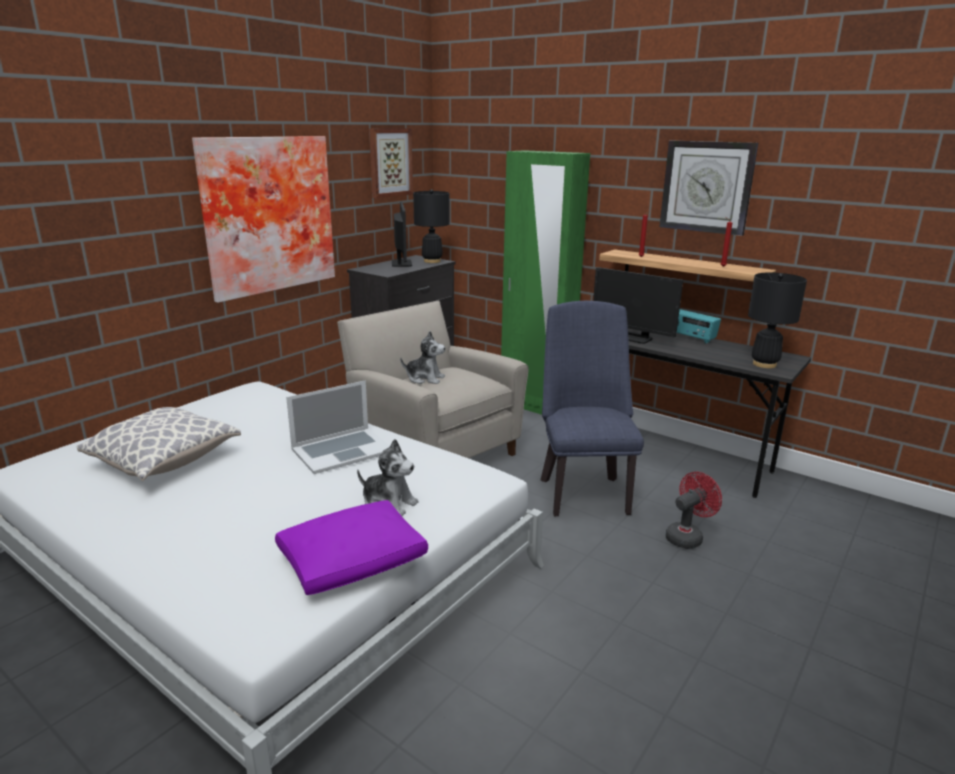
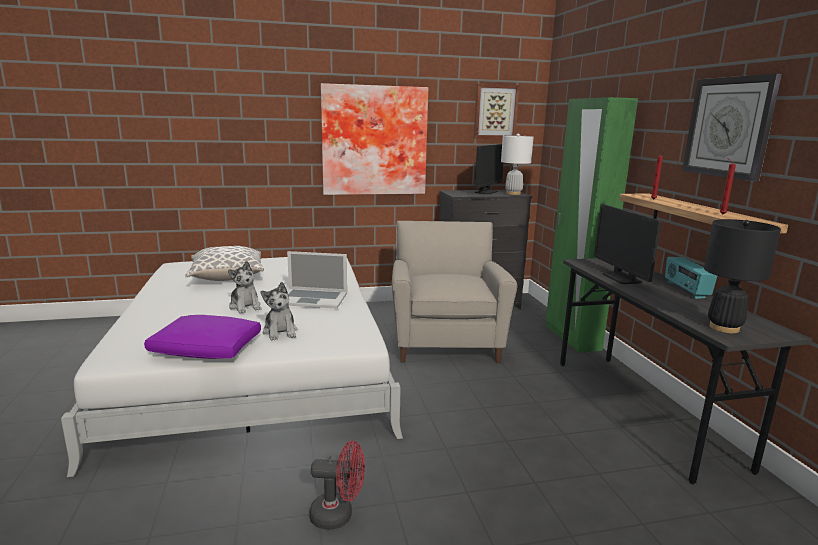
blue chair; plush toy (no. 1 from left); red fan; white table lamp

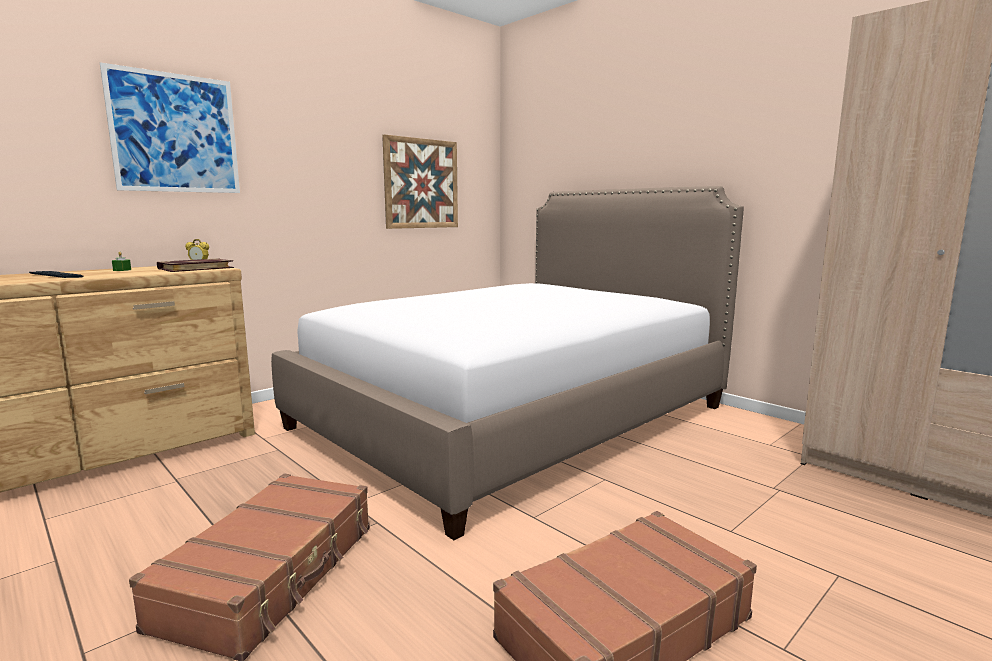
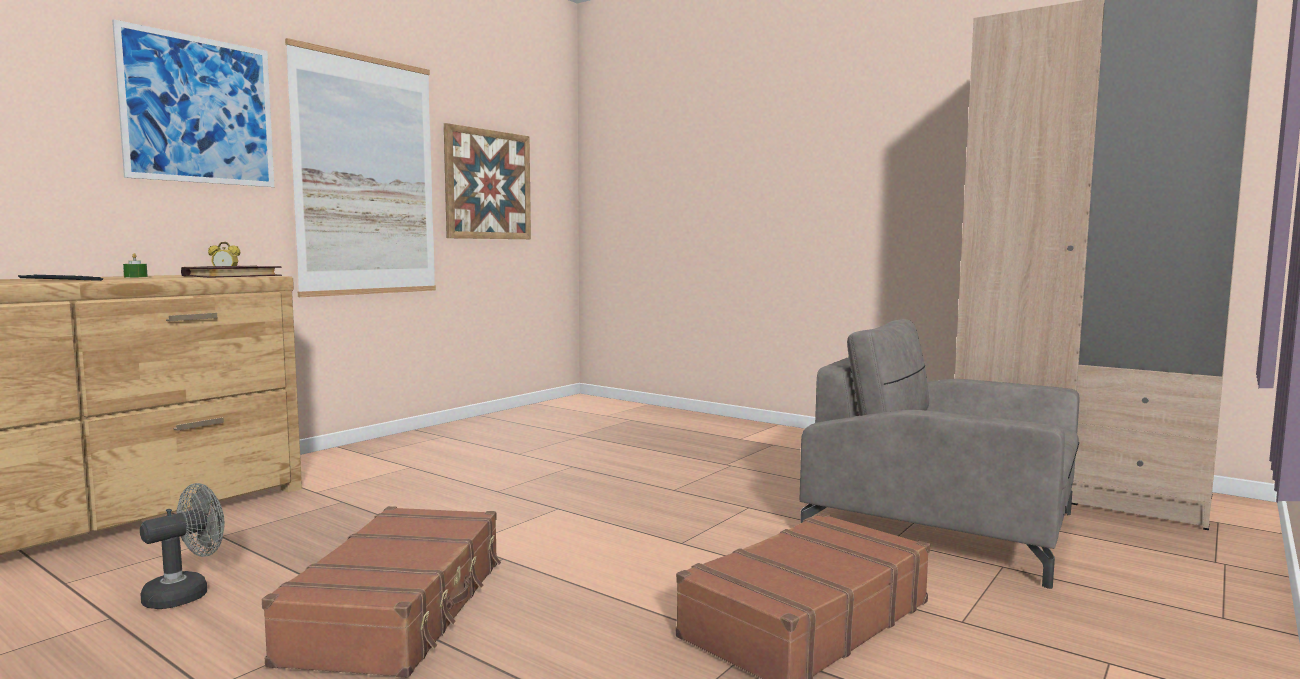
bed; grey fan; picture (no. 2 from left); grey armchair

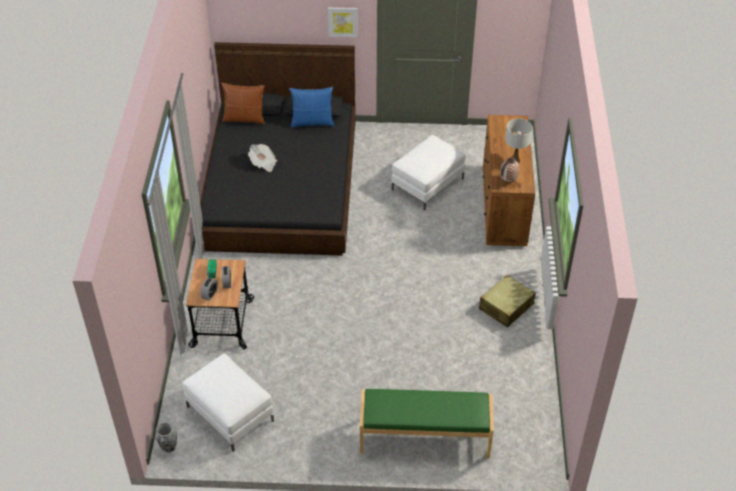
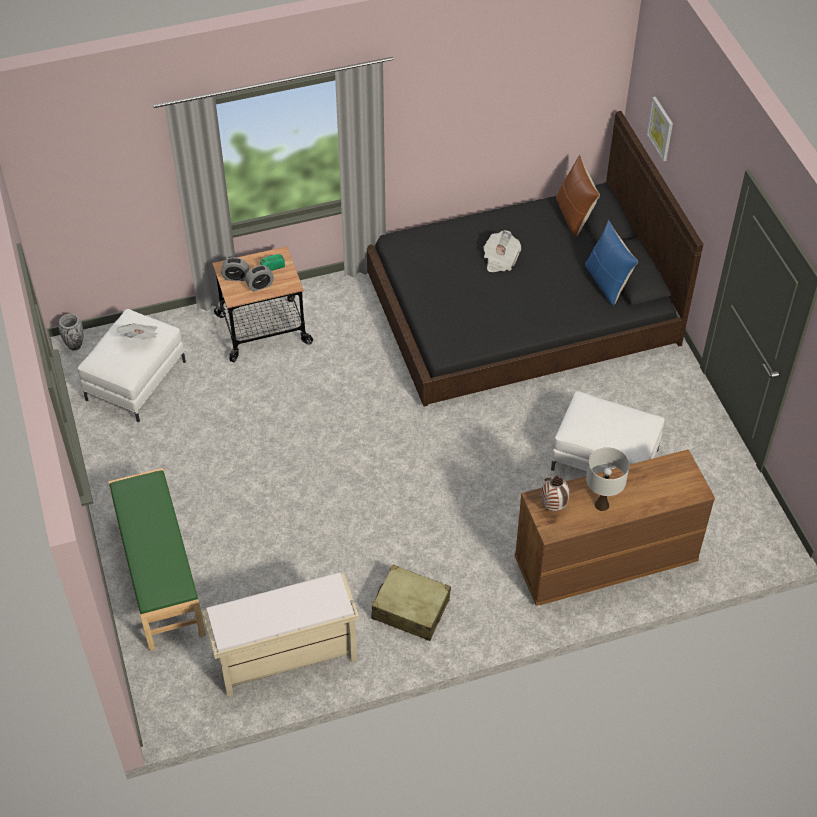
newspaper (no. 1 from left); beige bench; picture

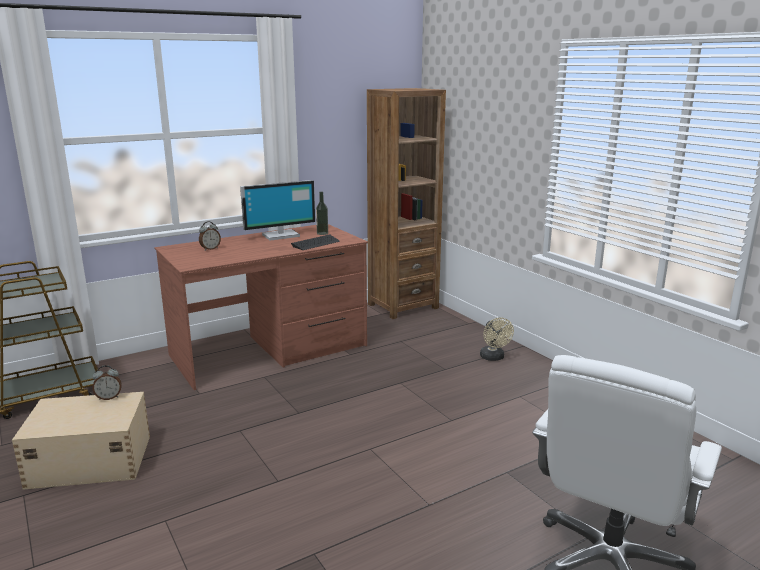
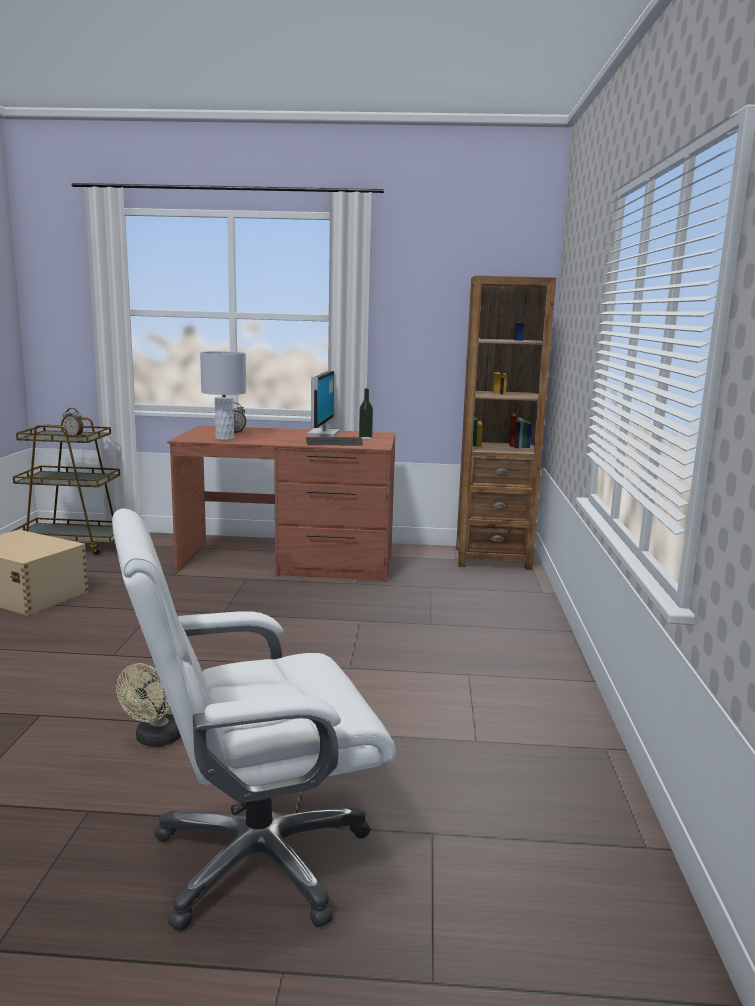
grey table lamp; alarm clock (no. 1 from left); beige fan; monitor

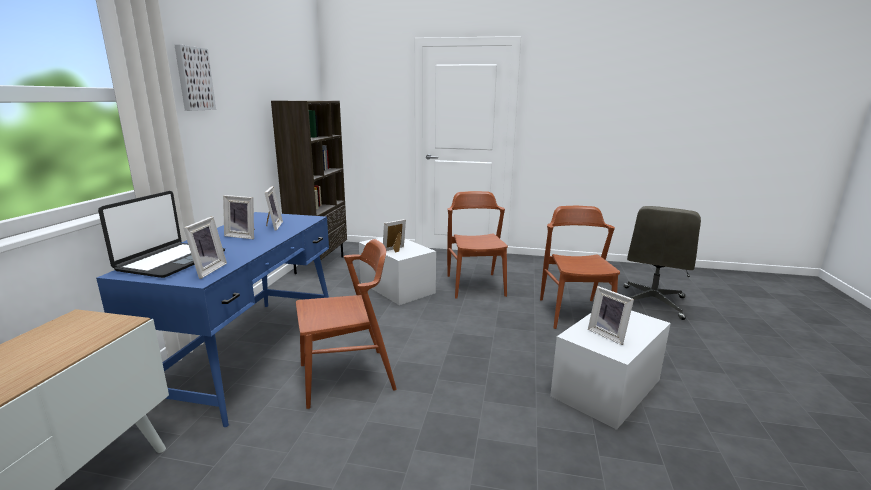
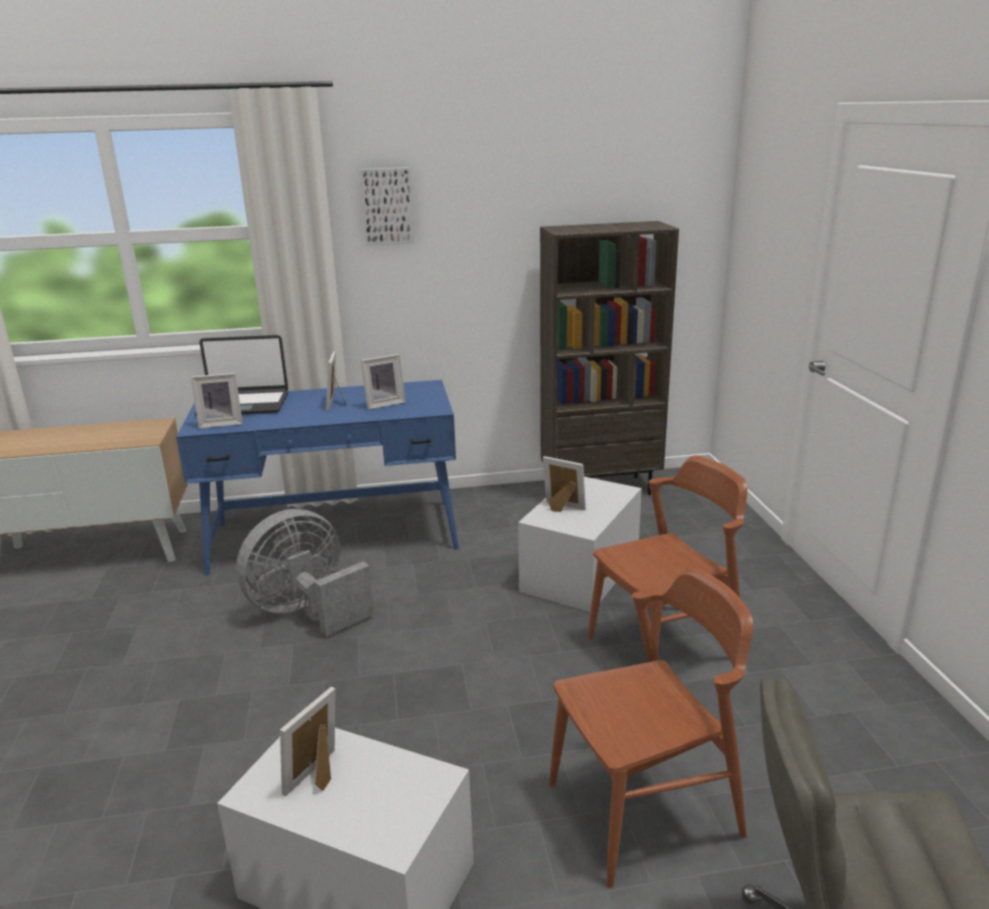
grey fan

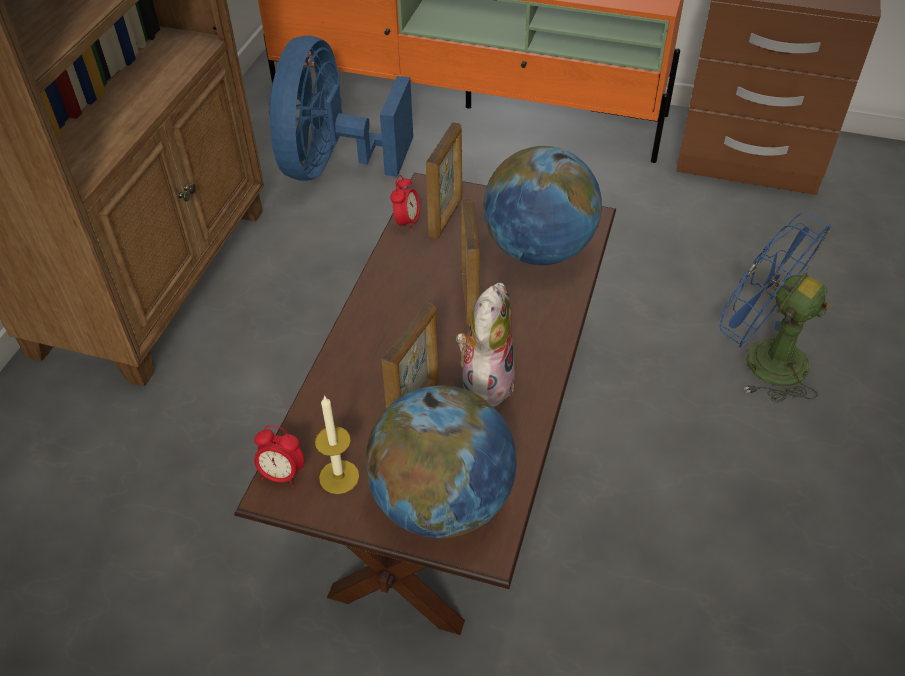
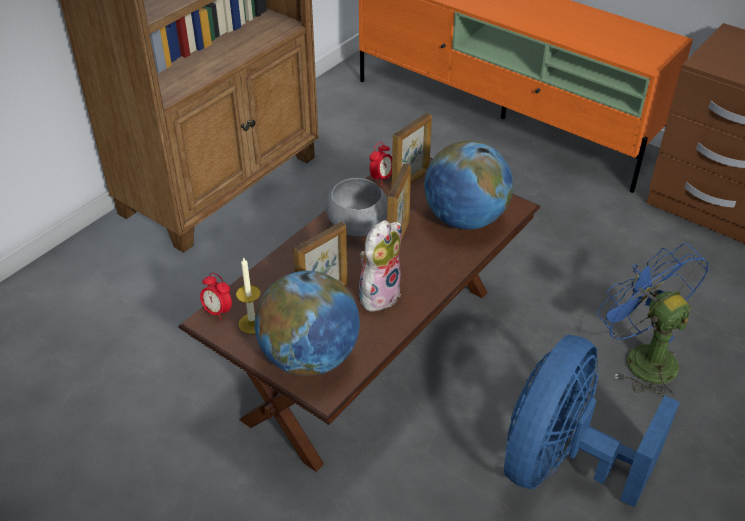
grey bowl; blue fan (no. 1 from left)

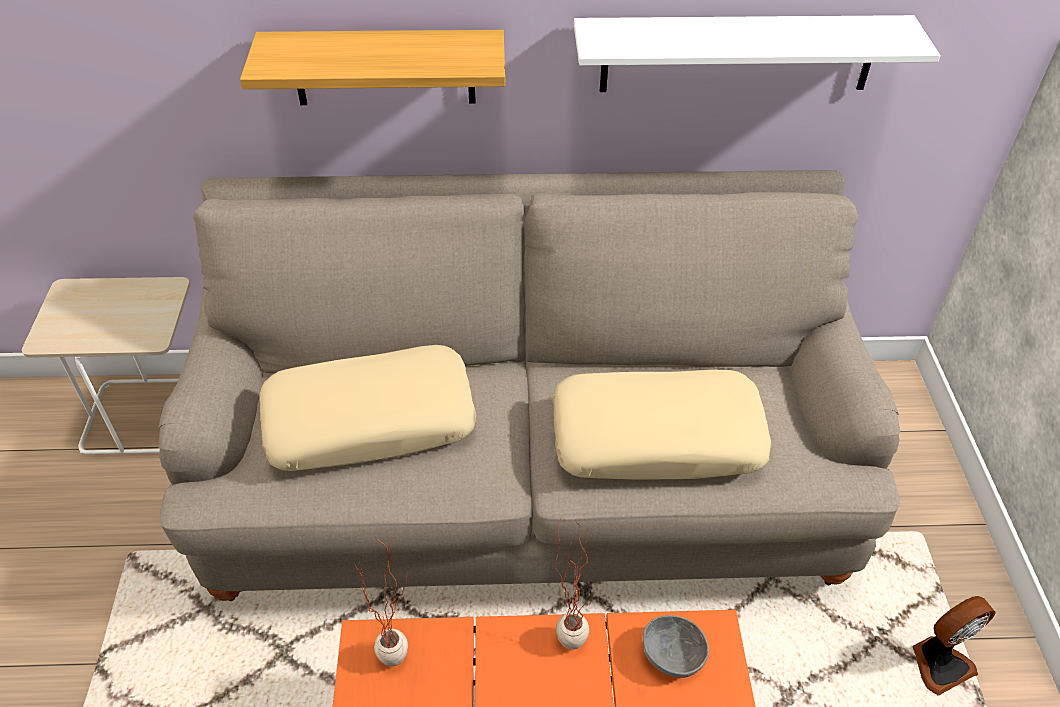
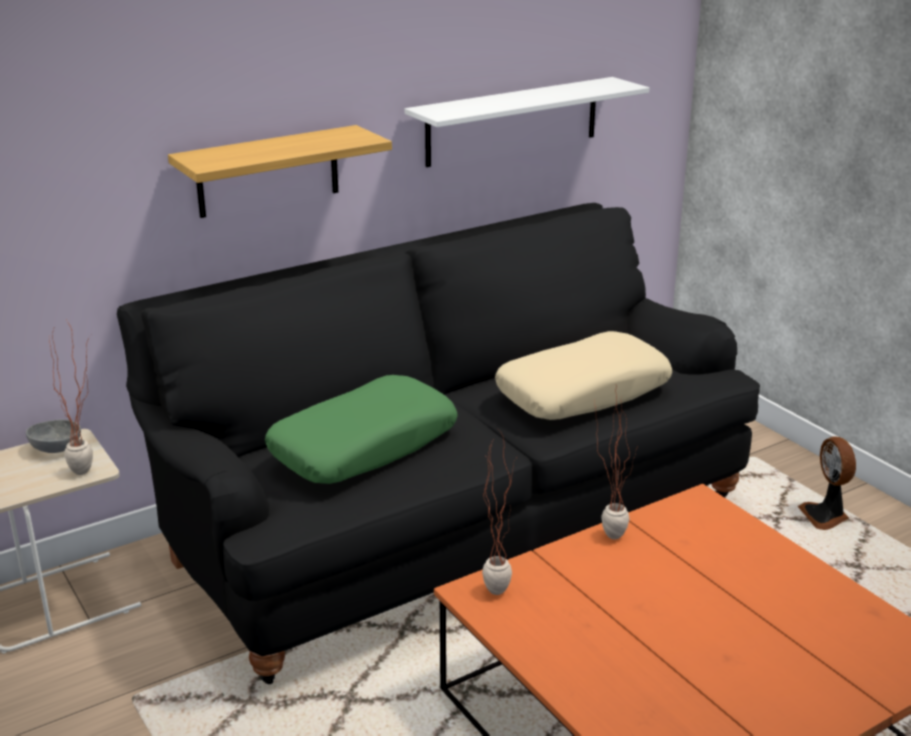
potted plant (no. 1 from left); grey bowl; black sofa; green pillow; fan

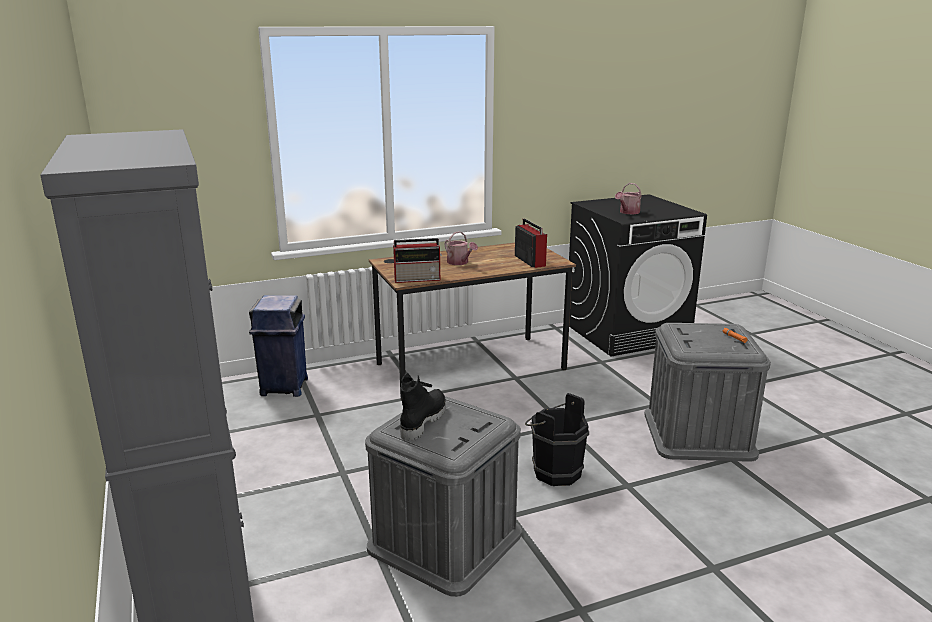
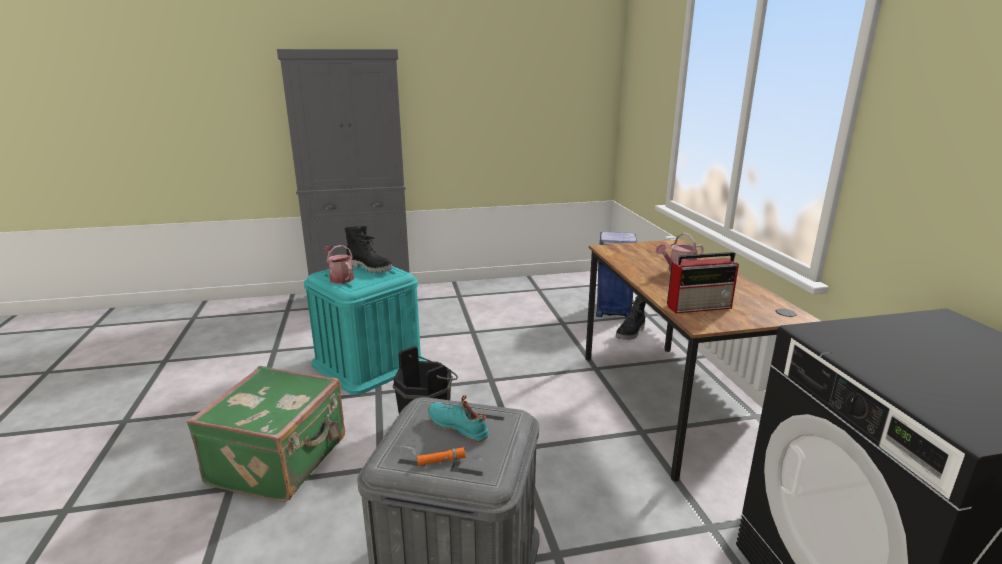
radio (no. 1 from left in the first image); green suitcase; turquoise shoe; black boot (no. 2 from left); watering can (no. 1 from left); turquoise storage box

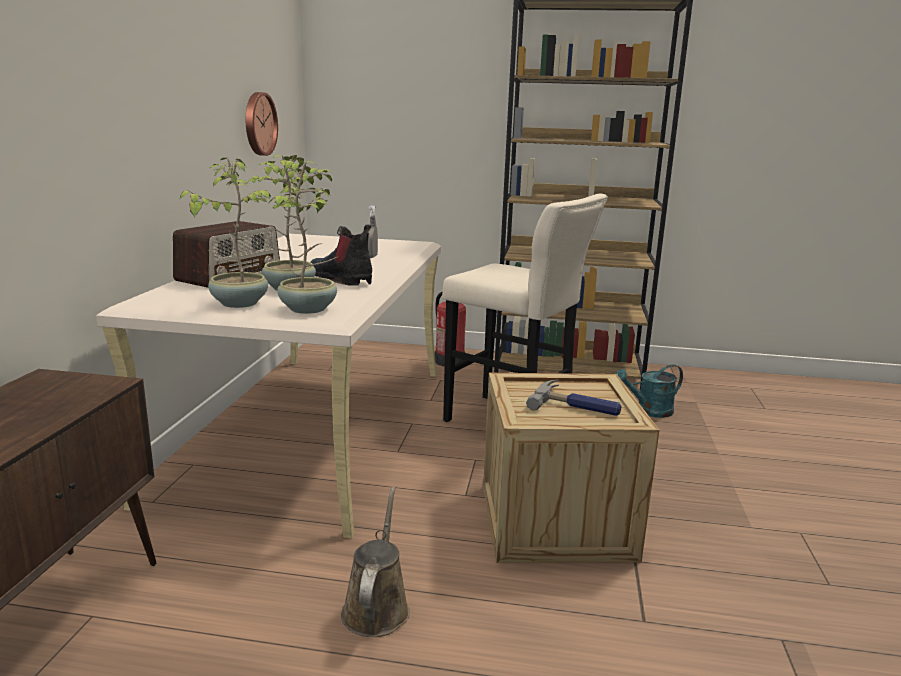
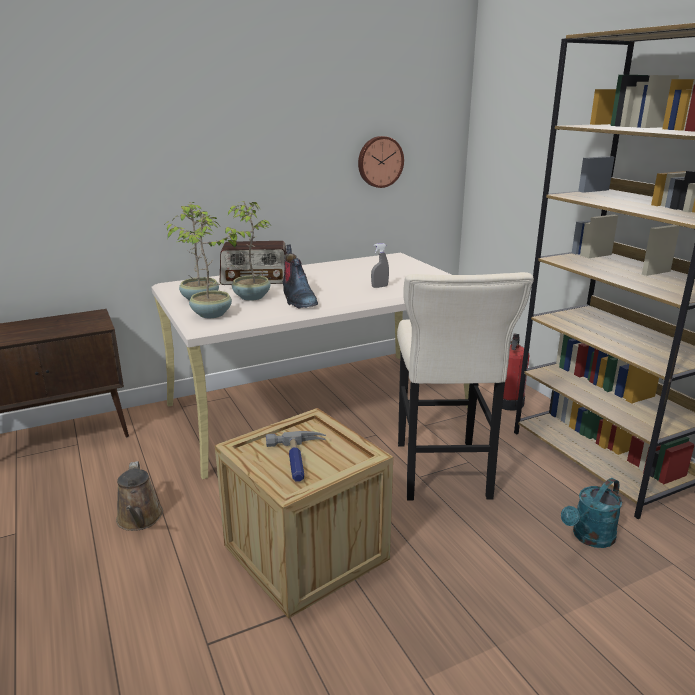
boot; brown watering can; turquoise watering can

